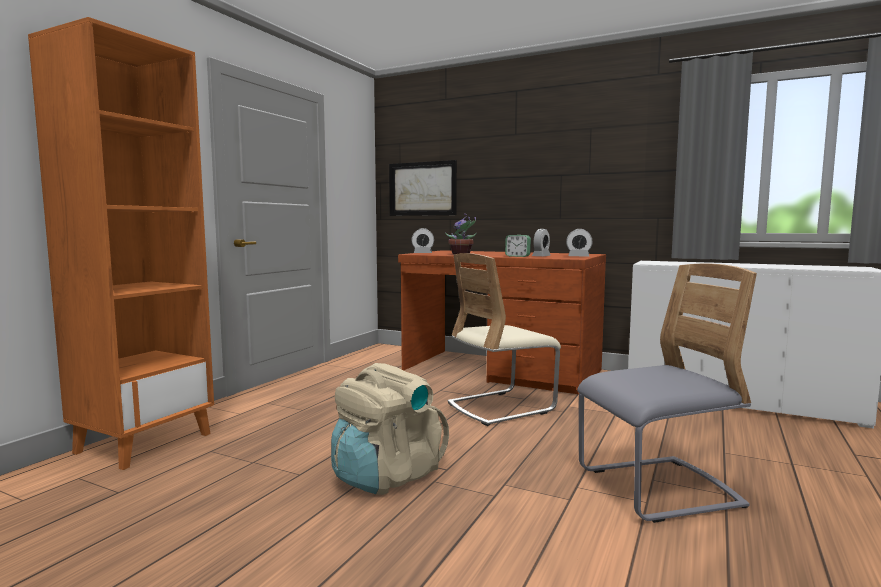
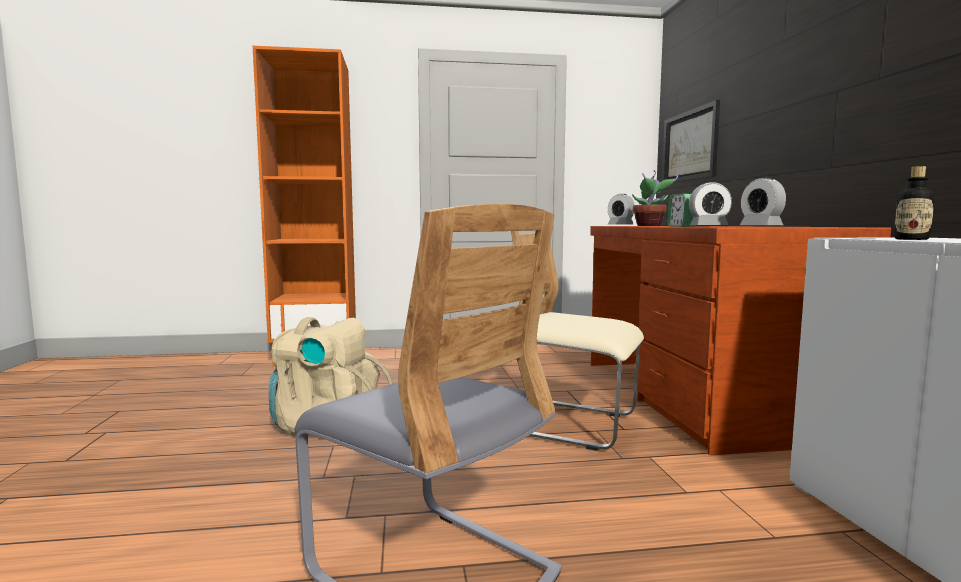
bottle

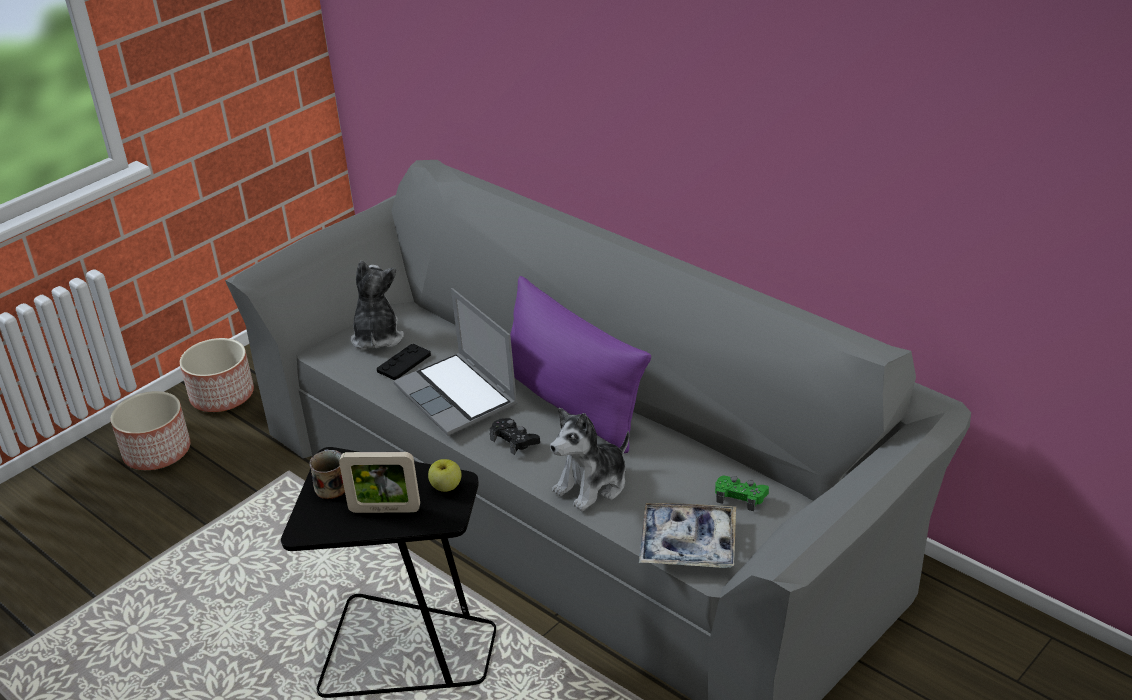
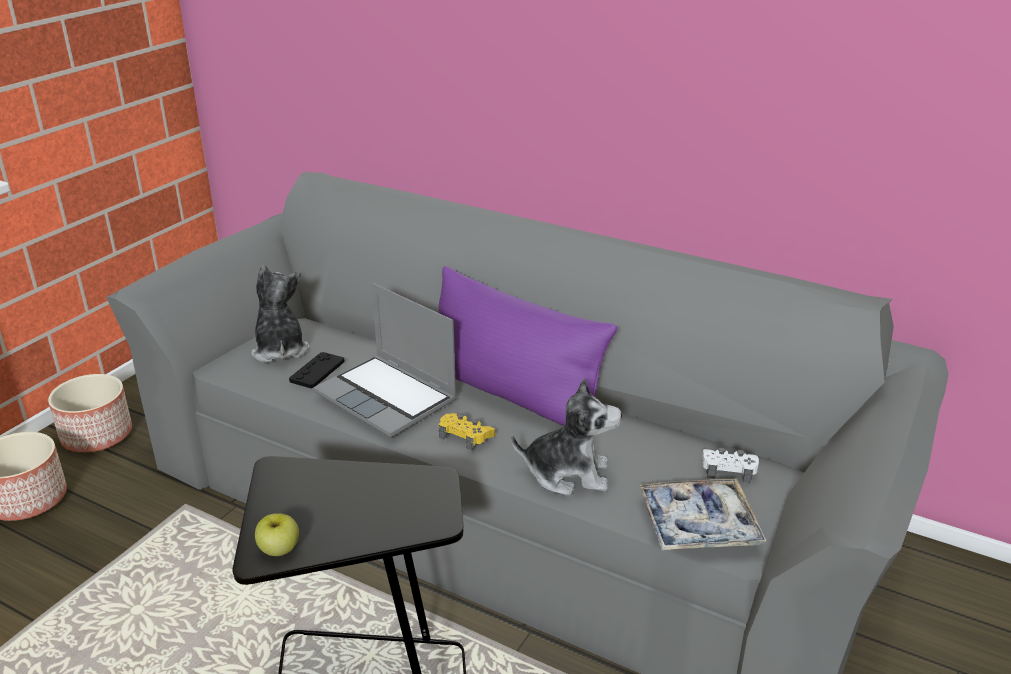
mug; picture frame; apple; yellow game controller; white game controller; plush toy (no. 2 from left)

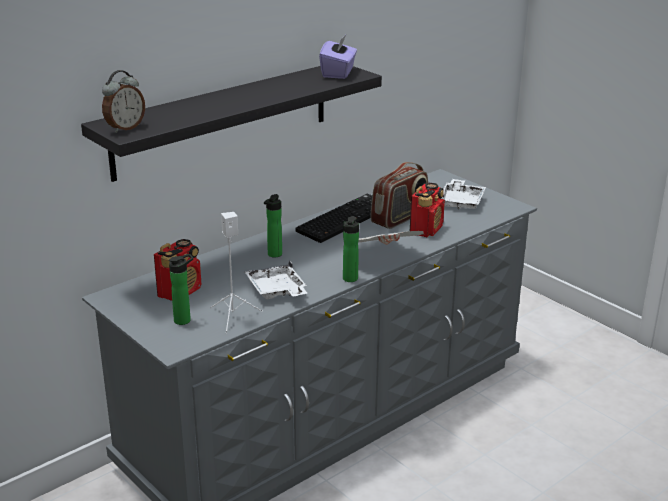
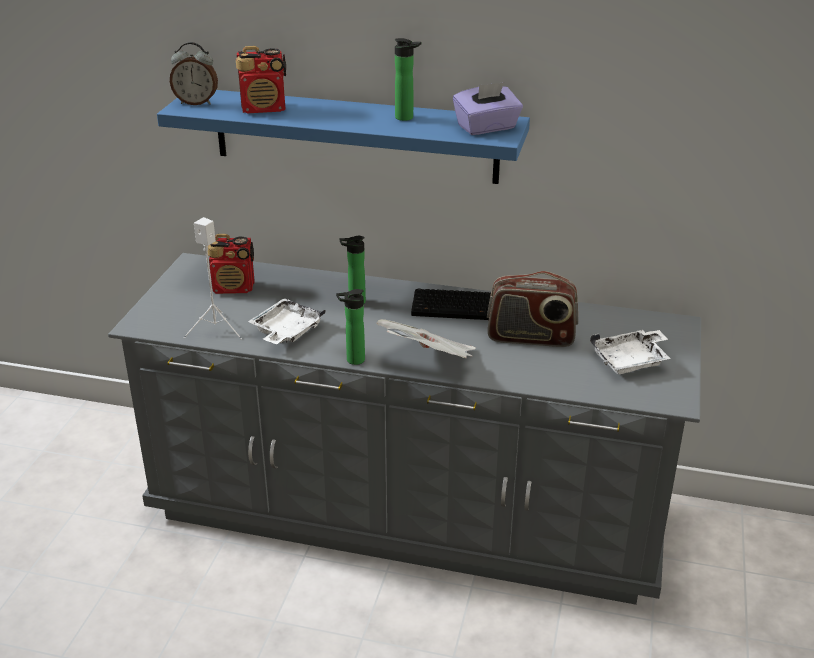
bottle (no. 3 from left); radio (no. 2 from left); blue shelf

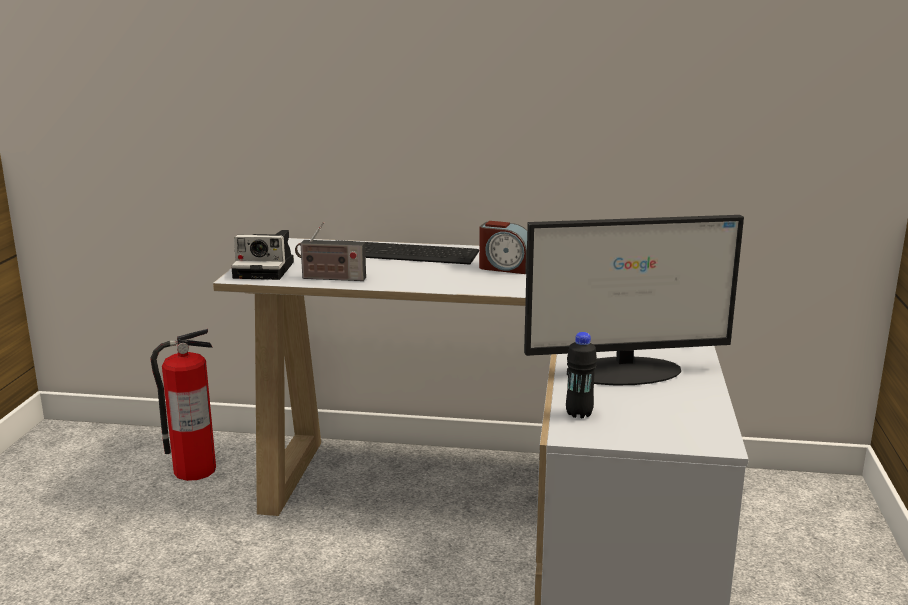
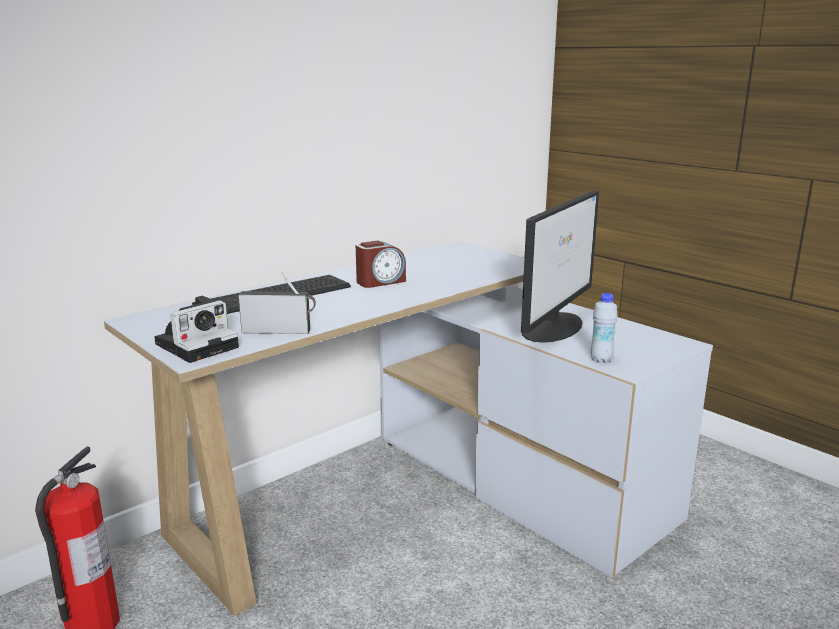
white bottle; radio

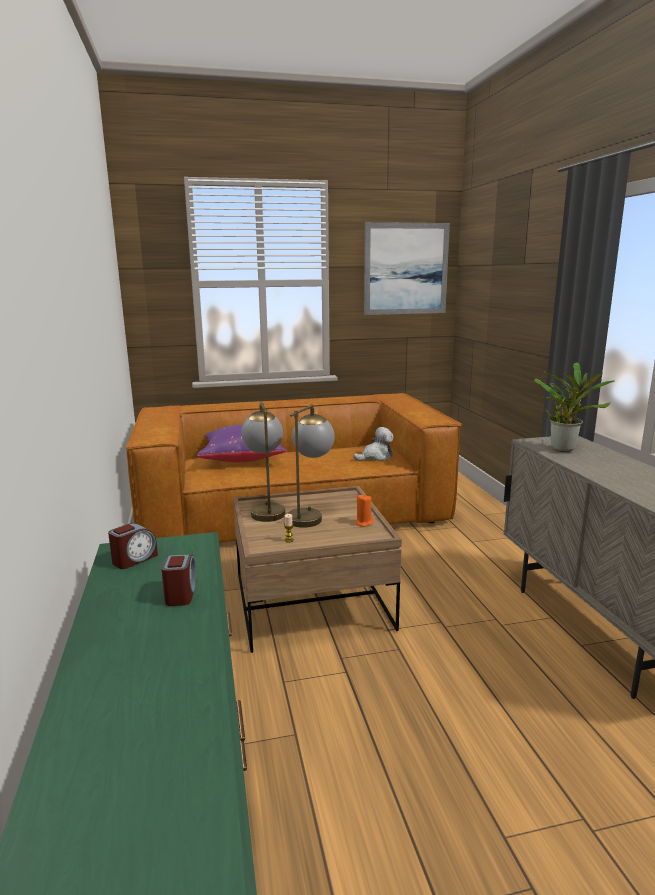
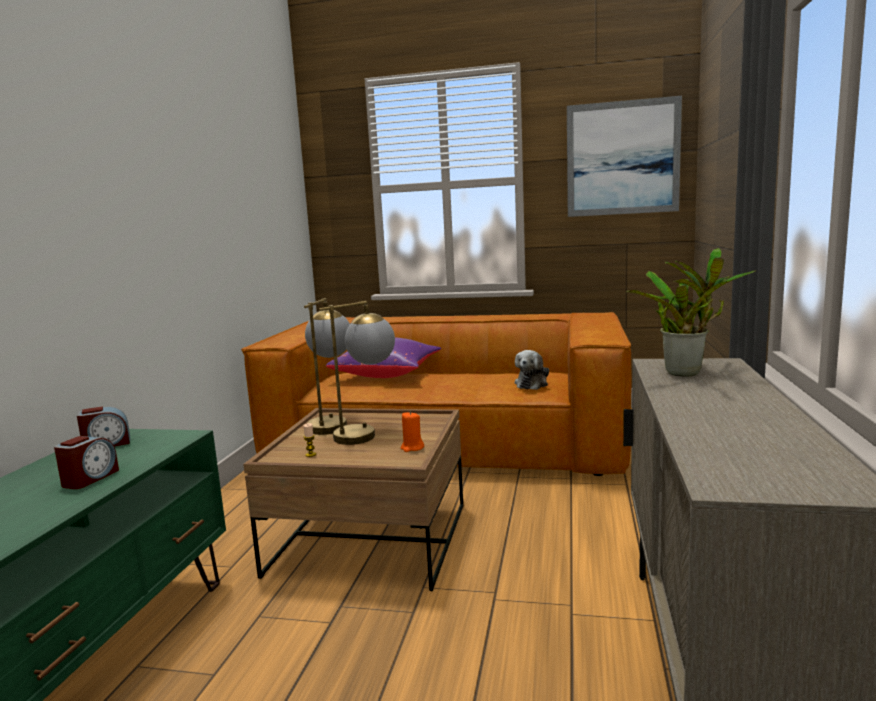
plush toy

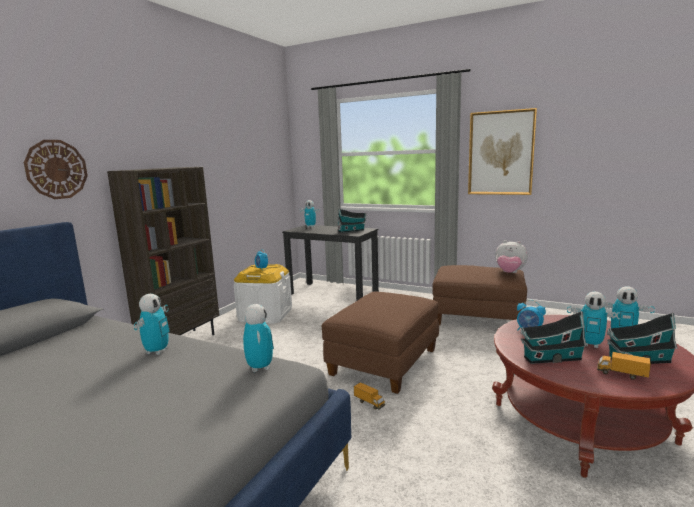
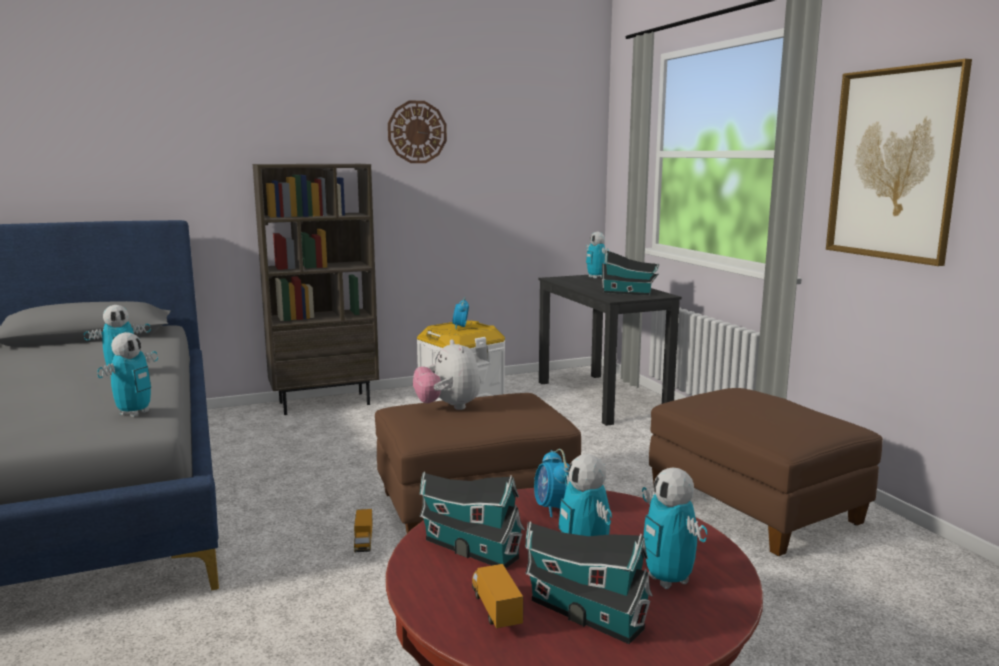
wall clock; plush toy

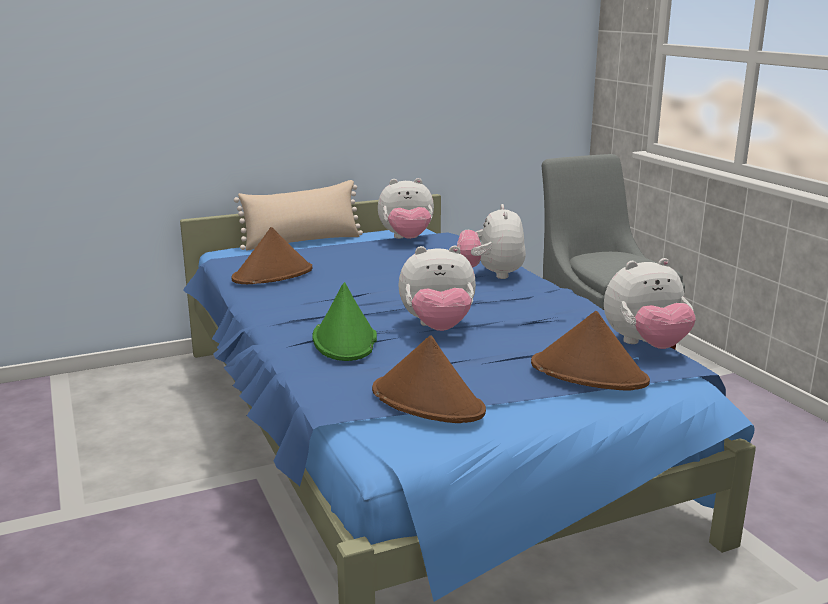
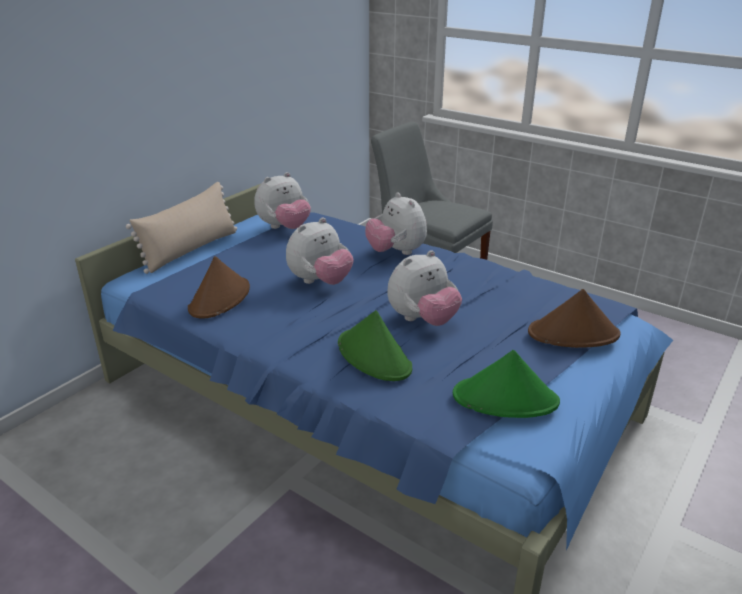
plush toy (no. 2 from left); green hat (no. 2 from left)

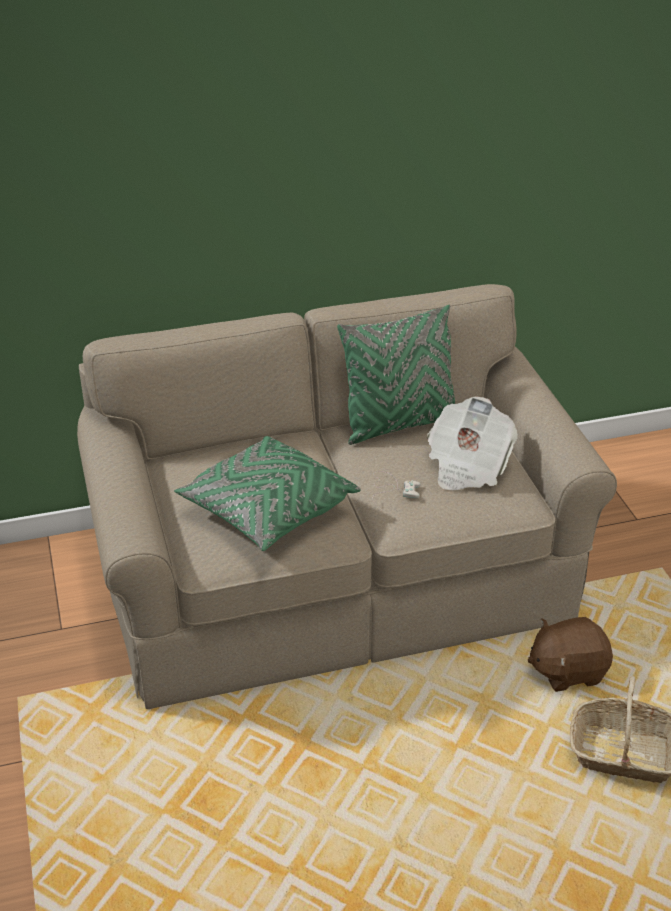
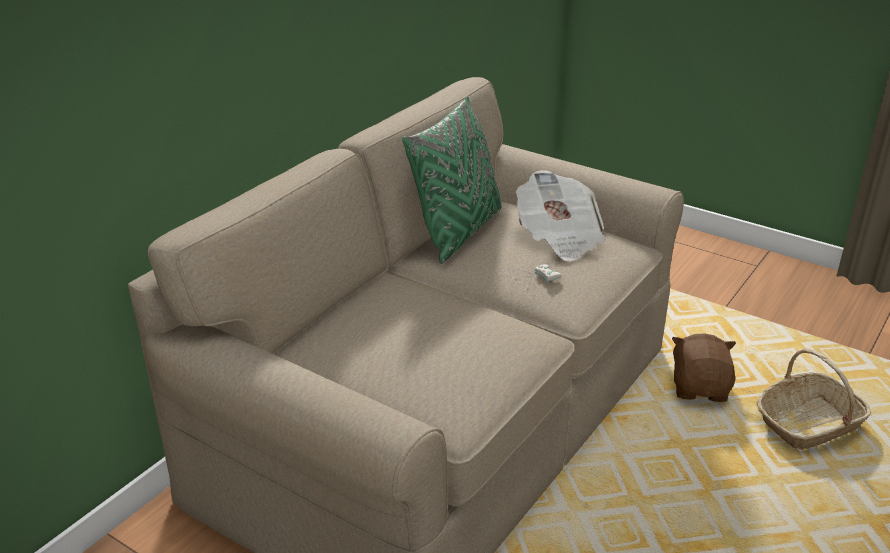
green pillow (no. 1 from left in the first image); brown plush toy

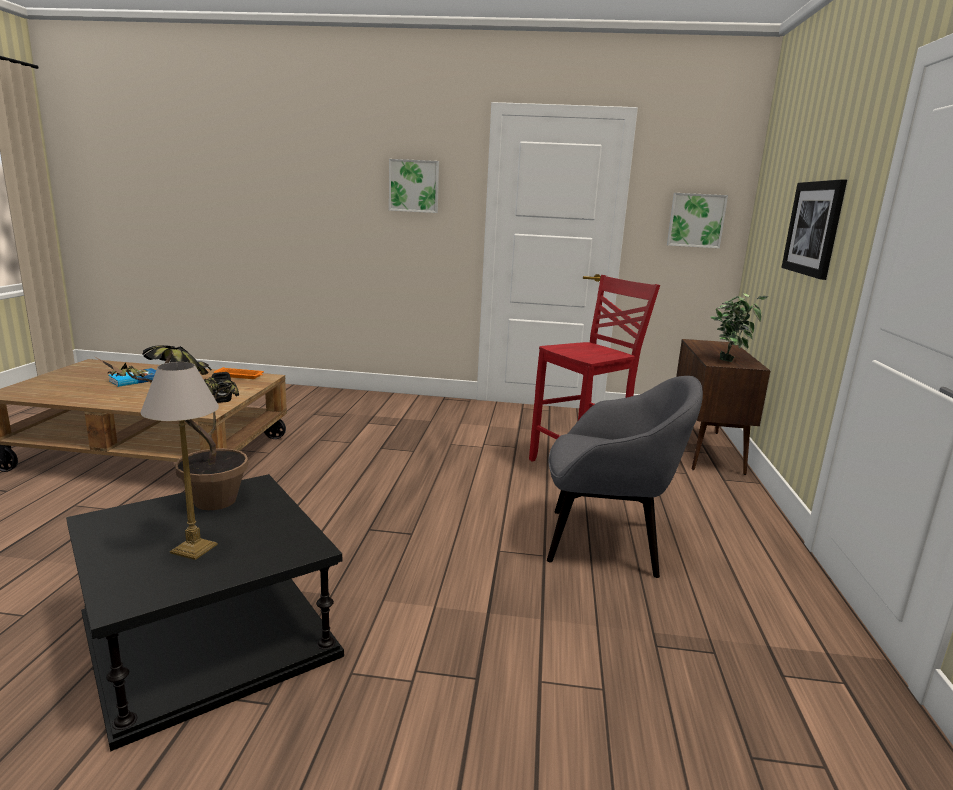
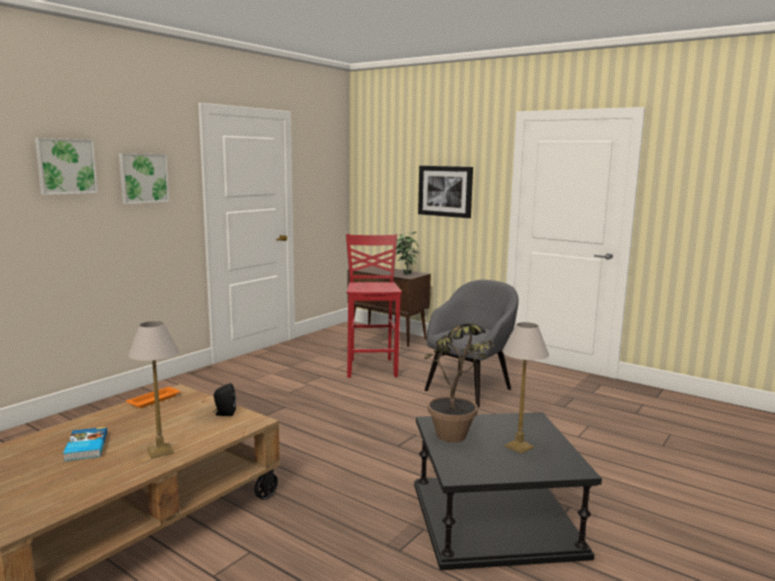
table lamp (no. 1 from left); picture (no. 1 from left)

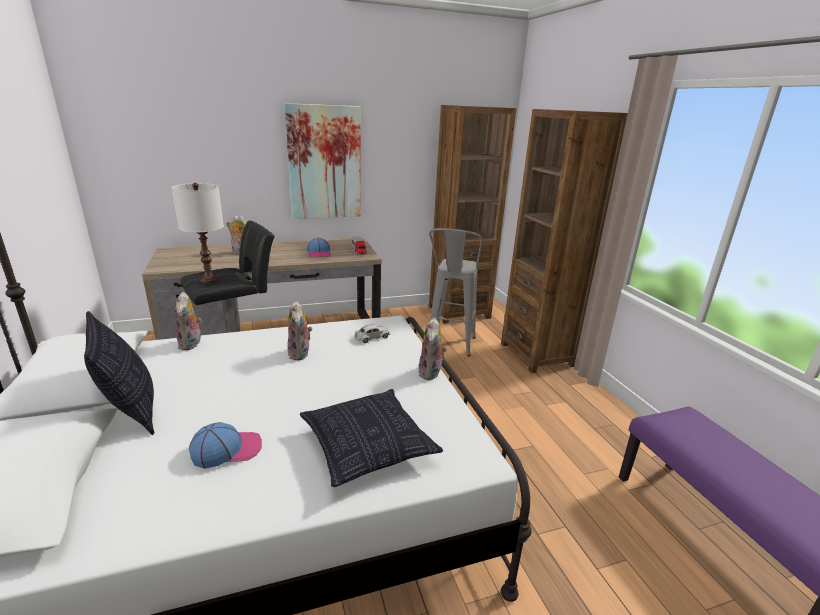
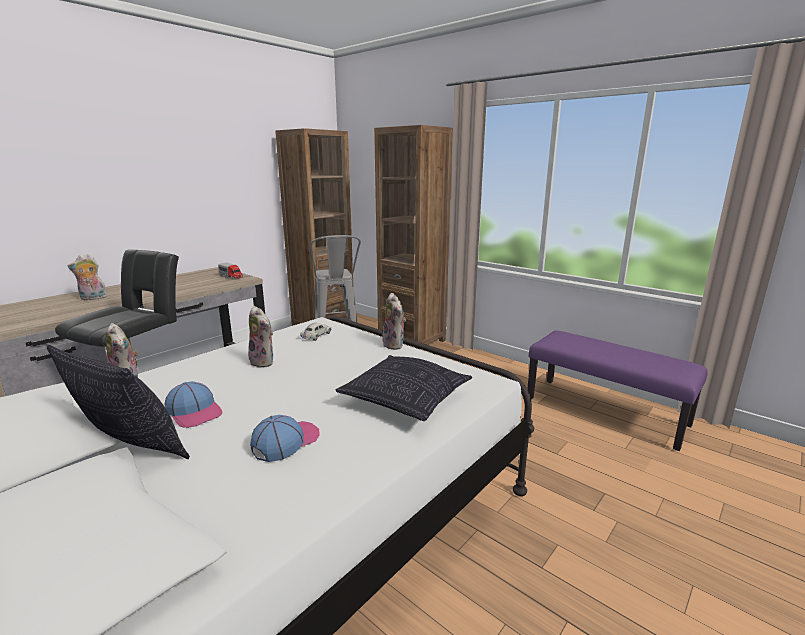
white table lamp; picture; cap (no. 1 from left)

